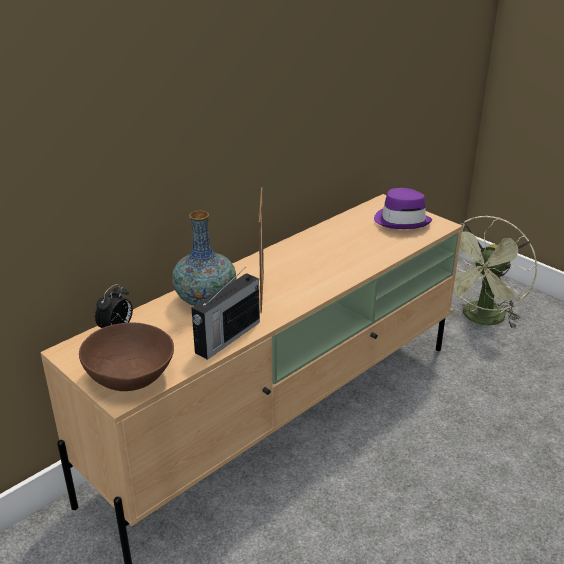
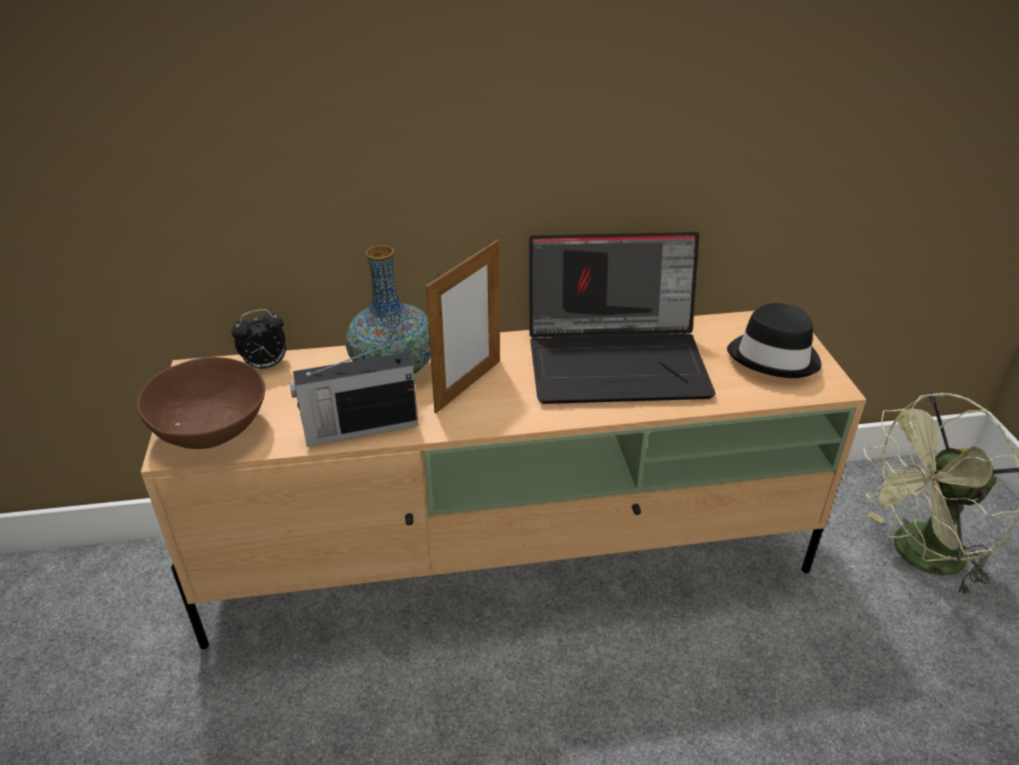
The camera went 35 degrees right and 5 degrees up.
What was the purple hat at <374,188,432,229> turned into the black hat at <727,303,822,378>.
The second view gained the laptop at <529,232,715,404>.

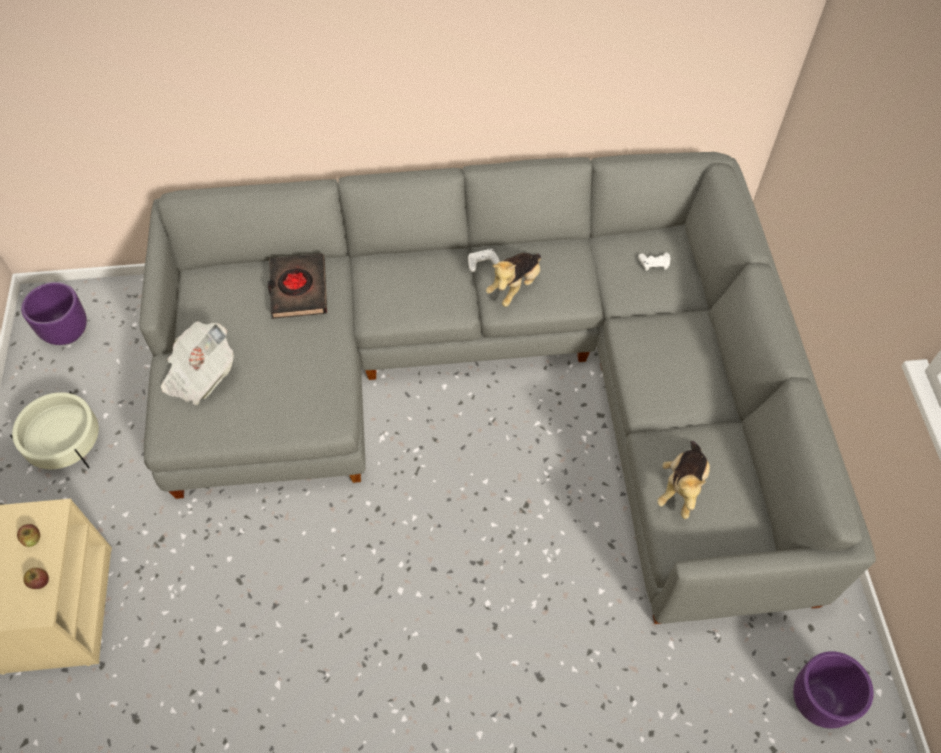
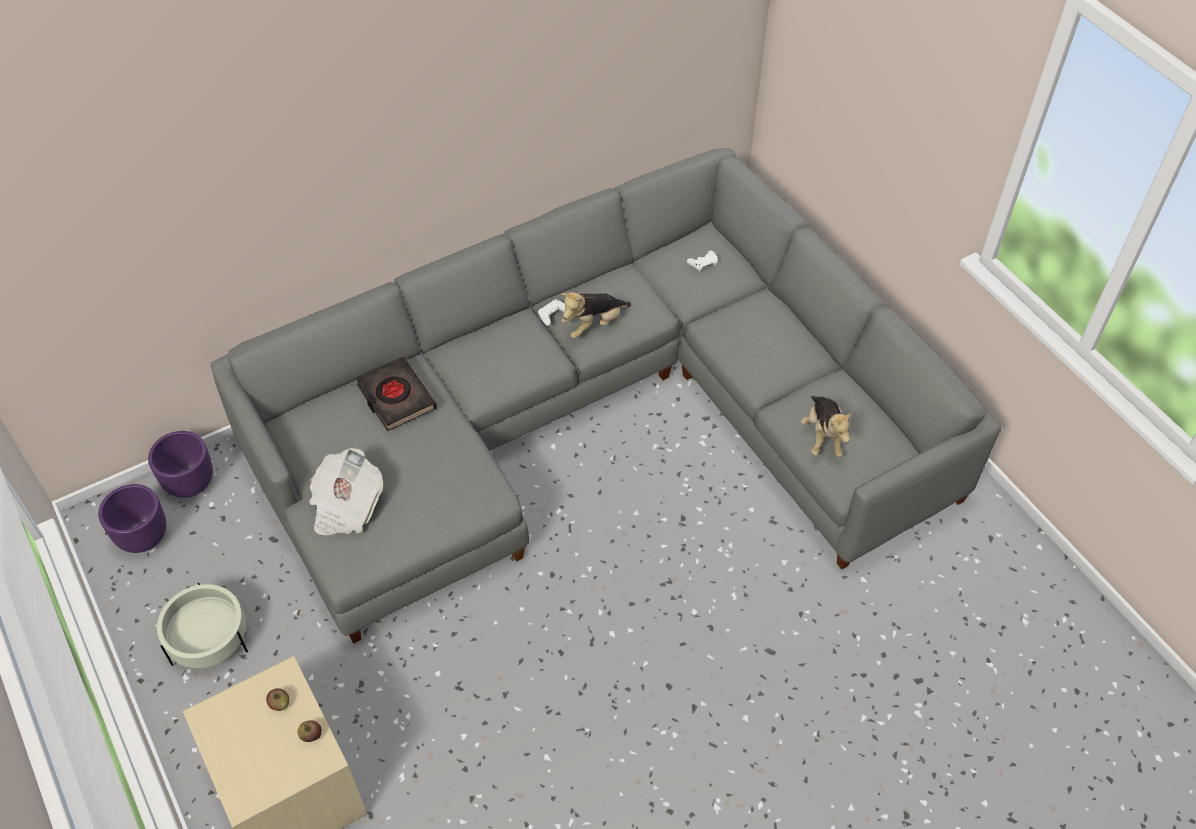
The camera went 25 degrees left and 5 degrees down.
The plush toy at <486,253,541,307> ended up facing another way, 45 degrees clockwise from before.
The purple planter ended up elsewhere, having gone from <793,651,874,729> to <148,431,213,498>.

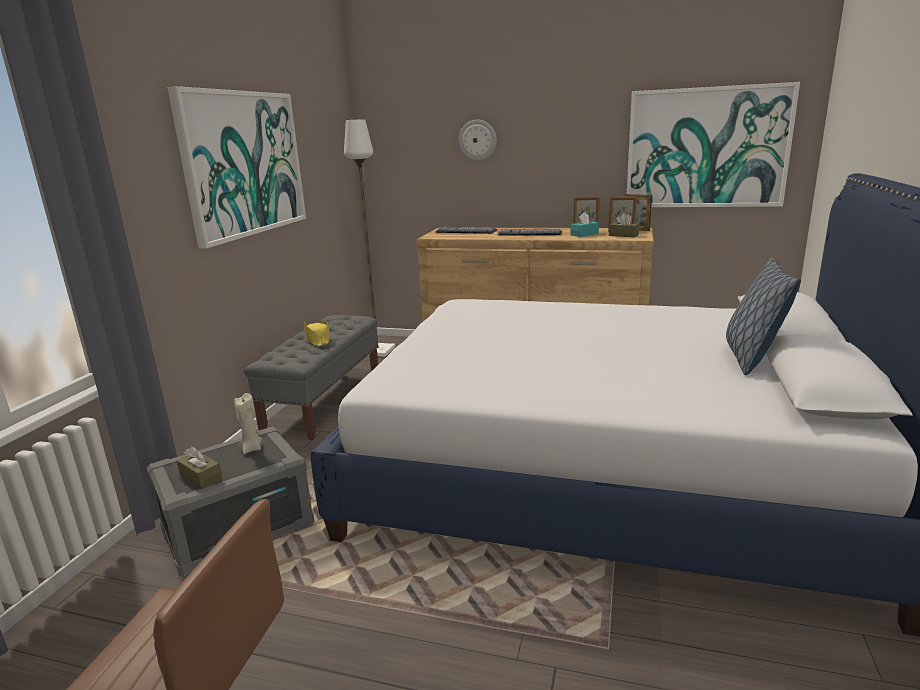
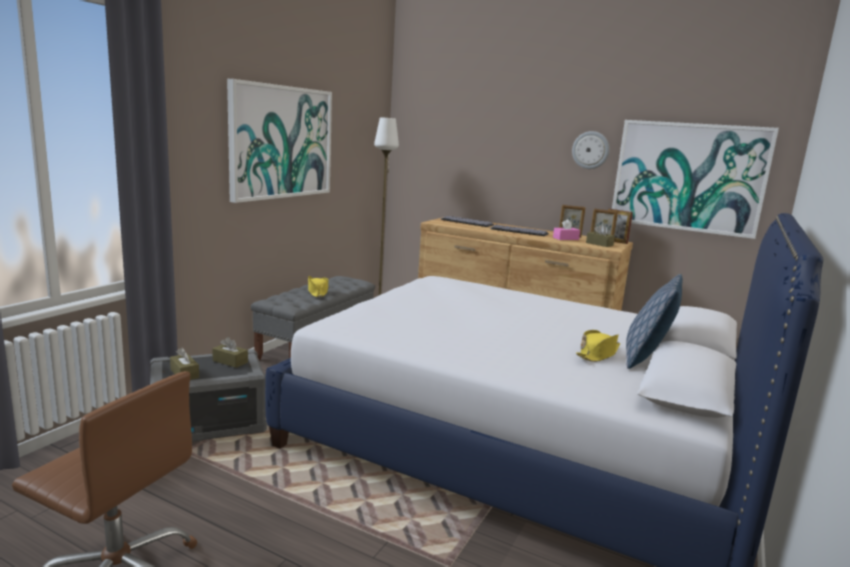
The camera went 10 degrees right and 5 degrees down.
Where the beige candle stood at <234,393,262,454>, the brown tissue box came to stand at <212,337,248,368>.
The wall clock ended up elsewhere, having gone from <458,119,497,161> to <572,131,610,169>.
What was the turquoise tissue box at <571,212,599,237> turned into the pink tissue box at <553,219,580,240>.
The second view gained the yellow hat at <576,330,620,362>.

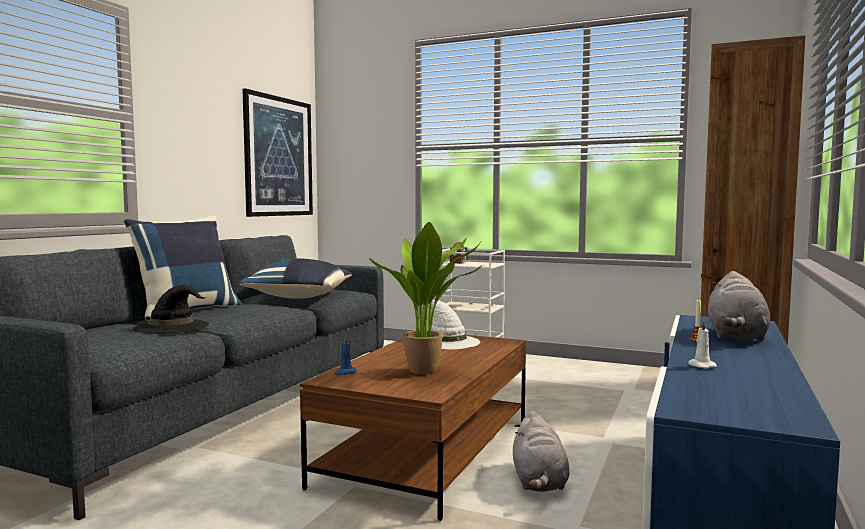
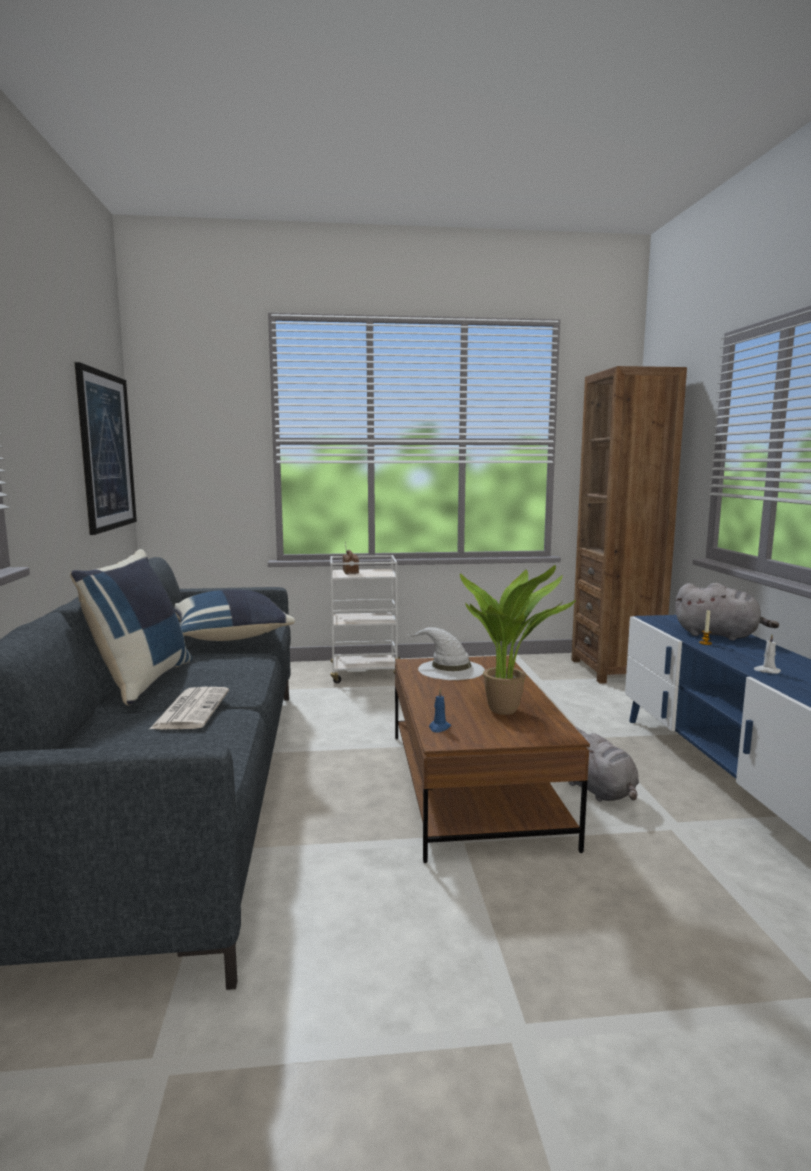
The camera went 30 degrees left and 5 degrees up.
Where the black hat stood at <133,284,209,334>, the newspaper came to stand at <150,687,229,729>.
The grey plush toy at <708,271,770,342> ended up facing another way, 45 degrees counterclockwise from before.

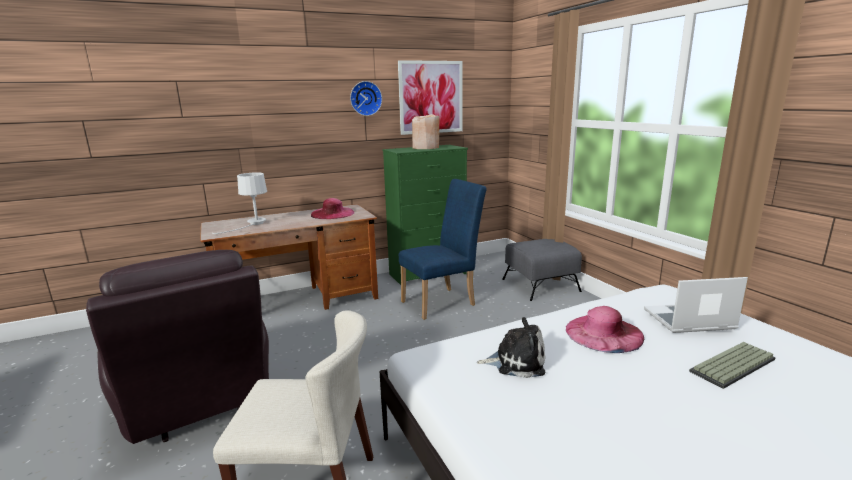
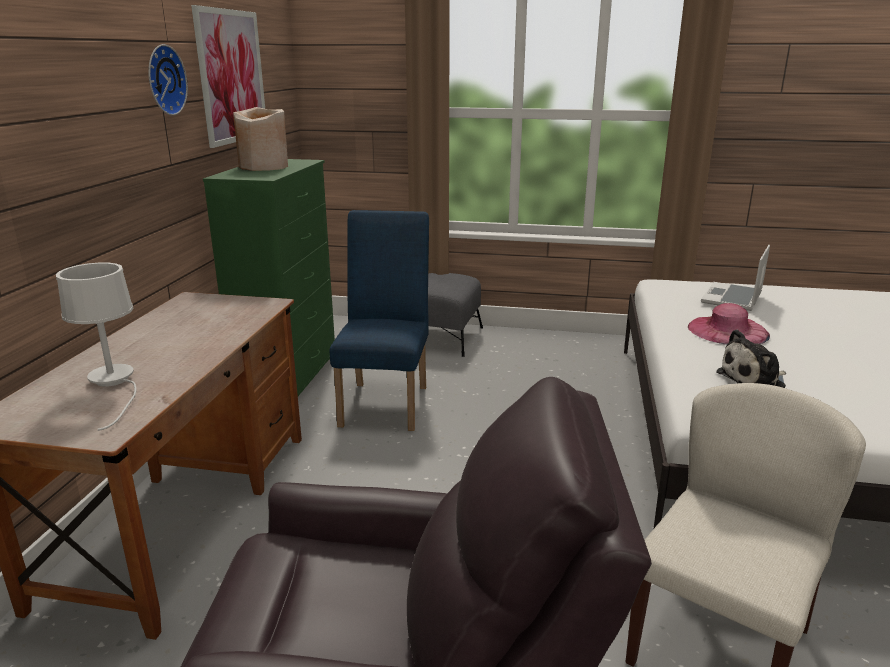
The camera went 55 degrees left and 5 degrees up.
The second view lost the pink hat at <311,198,354,219>.
The plush toy at <476,317,545,378> ended up facing another way, 150 degrees counterclockwise from before.
The second view lost the keyboard at <689,342,776,389>.

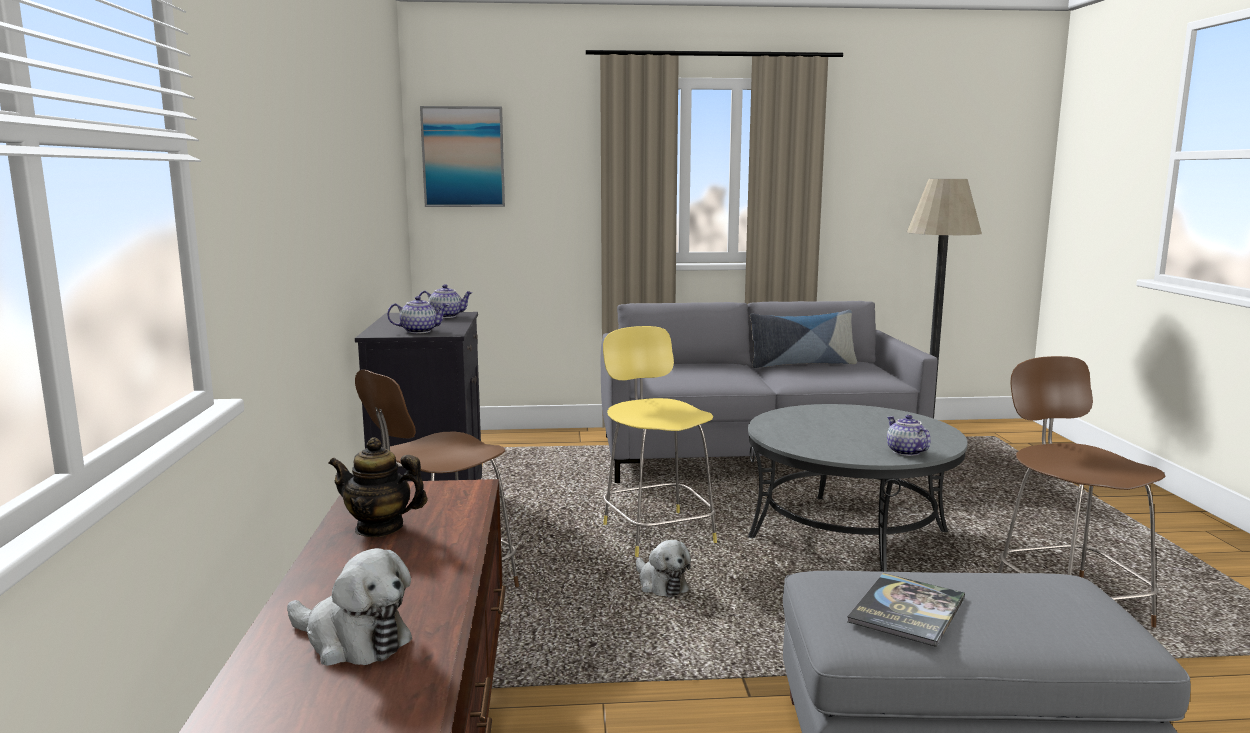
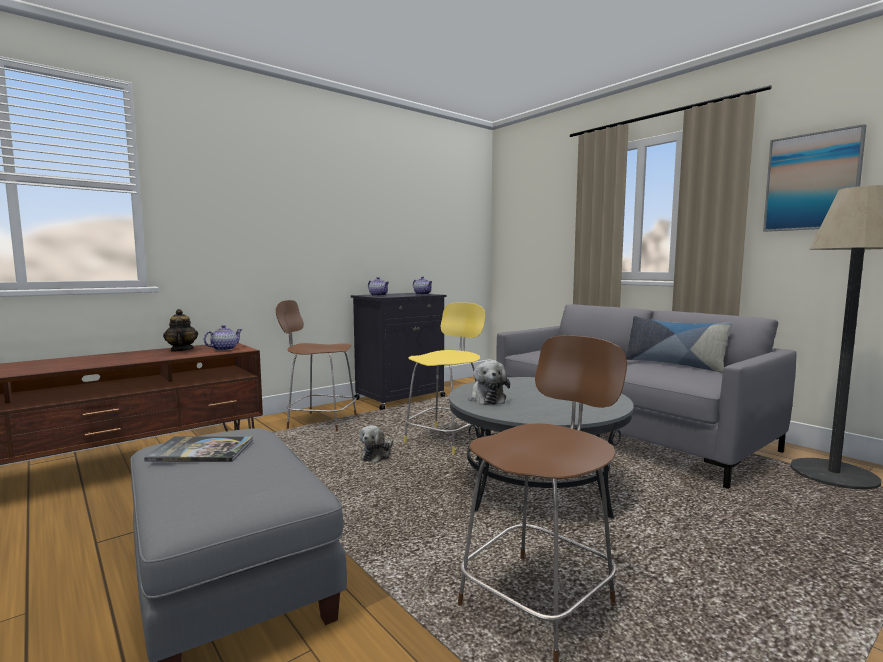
The camera went 55 degrees right and 5 degrees down.
The plush toy ended up elsewhere, having gone from <287,548,412,666> to <469,361,510,405>.
The picture ended up elsewhere, having gone from <420,106,505,207> to <763,124,867,232>.
The teapot ended up elsewhere, having gone from <887,415,930,456> to <204,325,242,351>.

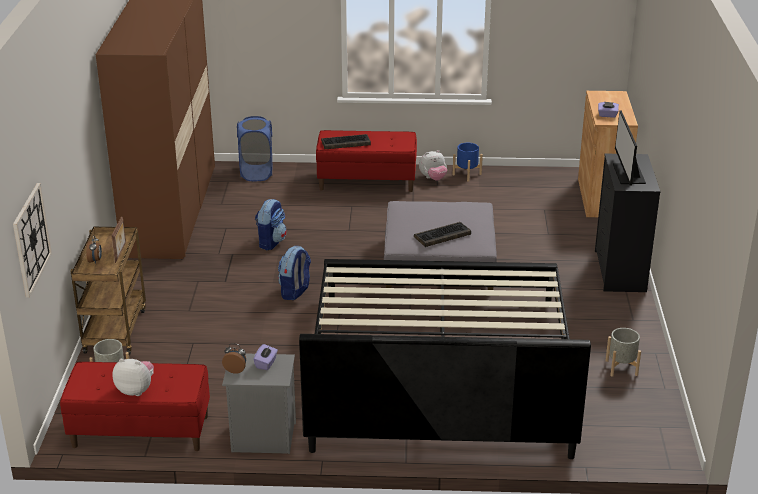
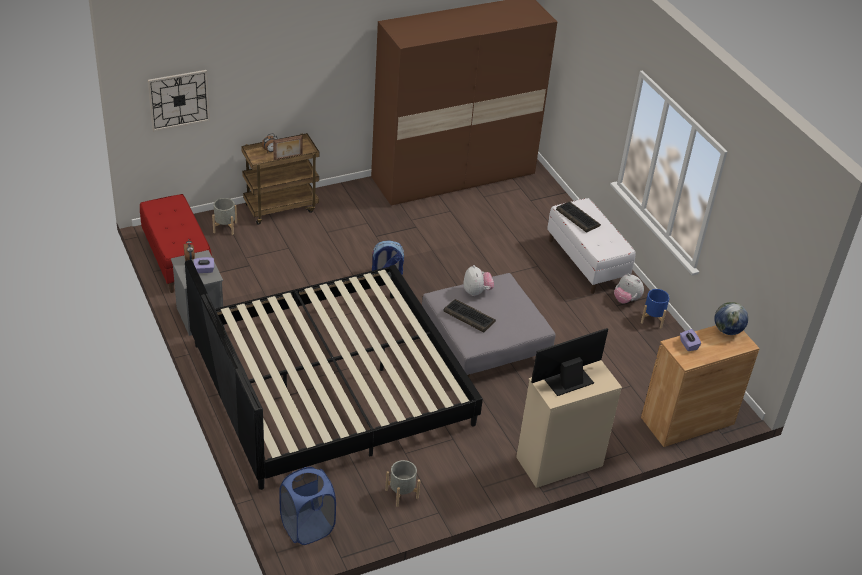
The camera went 60 degrees right and 10 degrees up.
The plush toy ended up elsewhere, having gone from <112,359,154,396> to <464,265,494,296>.
The blue laundry basket ended up elsewhere, having gone from <237,116,272,181> to <279,467,336,545>.
The second view lost the backpack at <255,199,287,250>.
What was the red bench at <316,130,417,192> turned into the white bench at <547,198,636,294>.
What was the black dresser at <595,154,660,292> turned into the beige dresser at <516,360,622,488>.
The second view gained the globe at <714,302,748,335>.

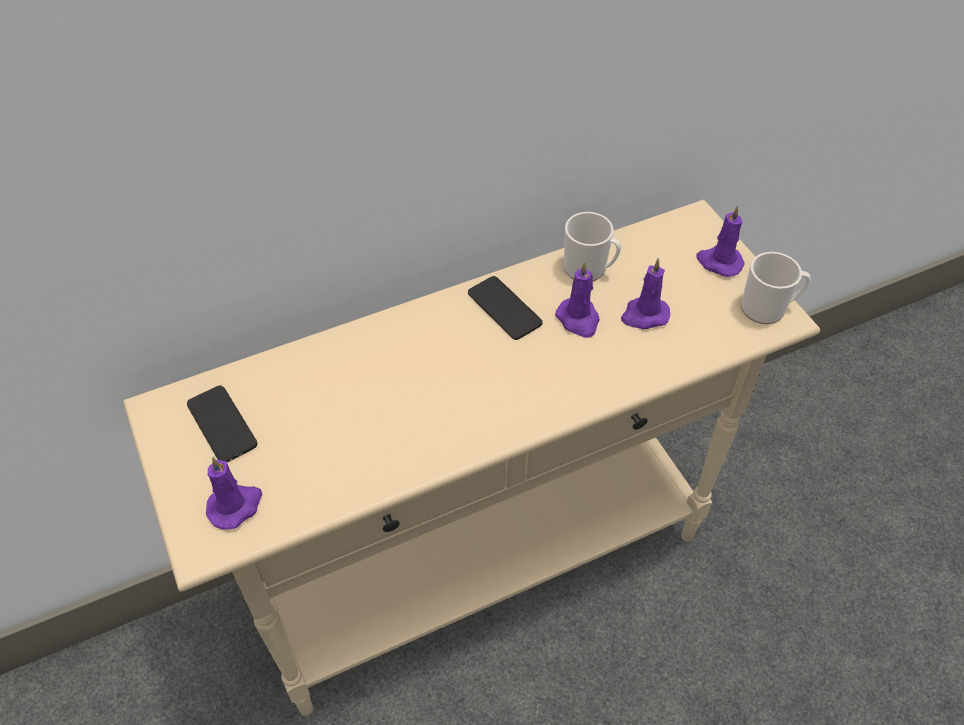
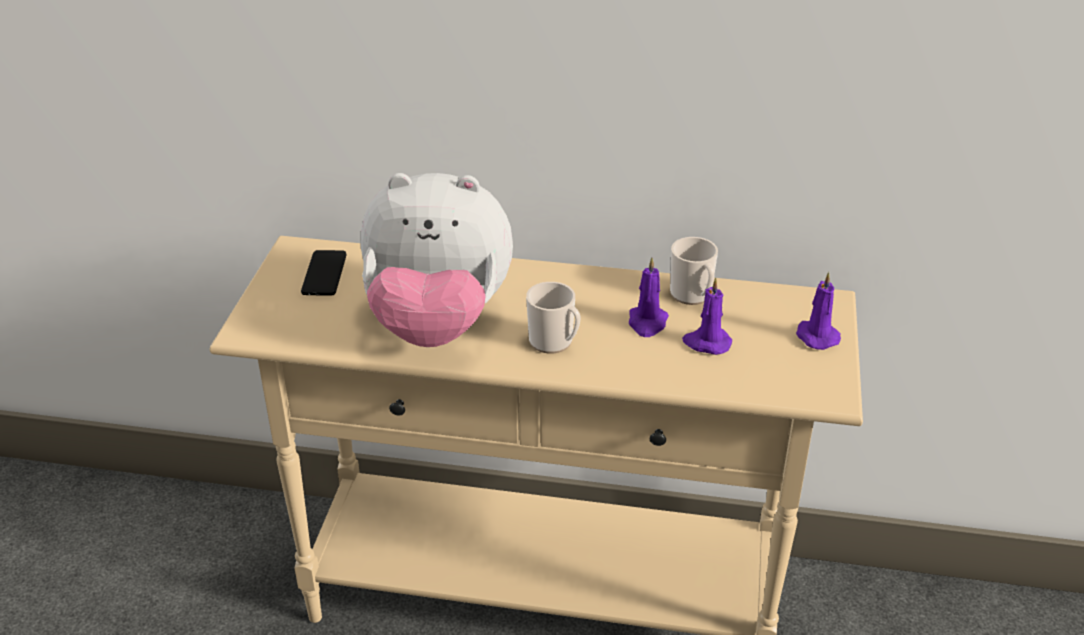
The camera went 35 degrees right and 15 degrees down.
The second view lost the purple candle at <206,457,262,530>.
The second view lost the phone at <468,276,543,340>.
The mug ended up elsewhere, having gone from <741,252,811,324> to <526,282,581,354>.
The second view gained the plush toy at <361,173,513,347>.

